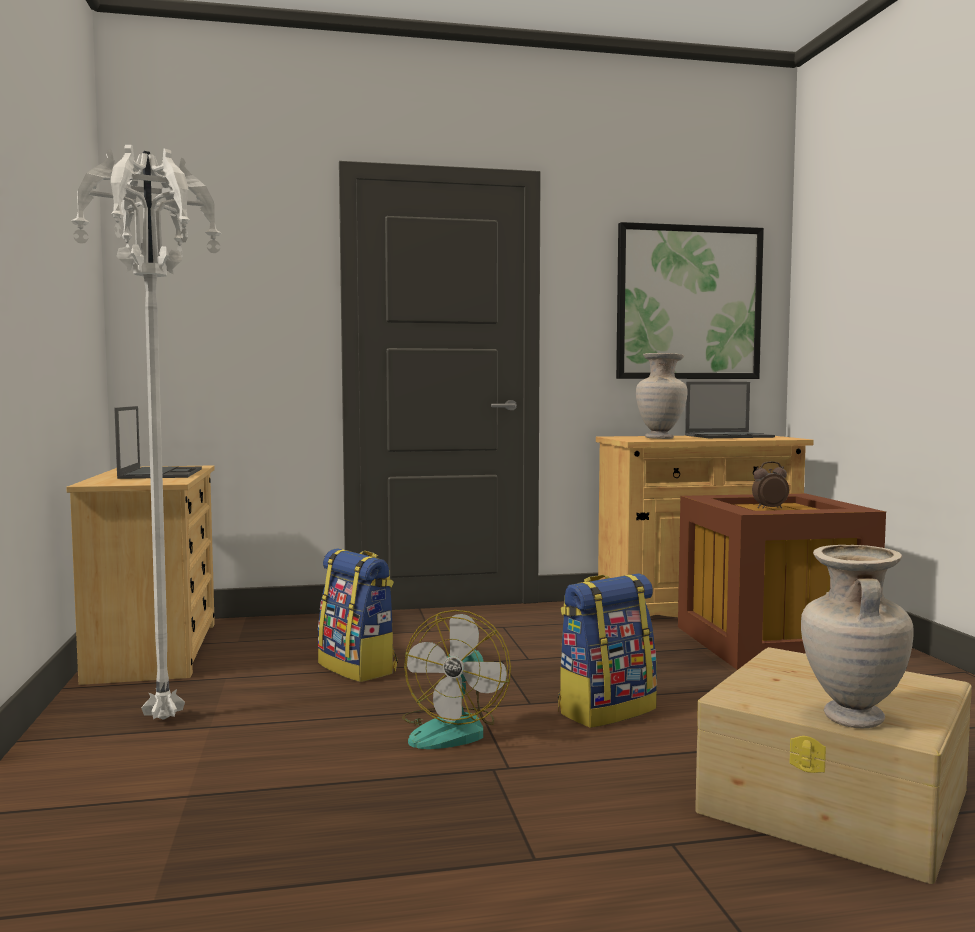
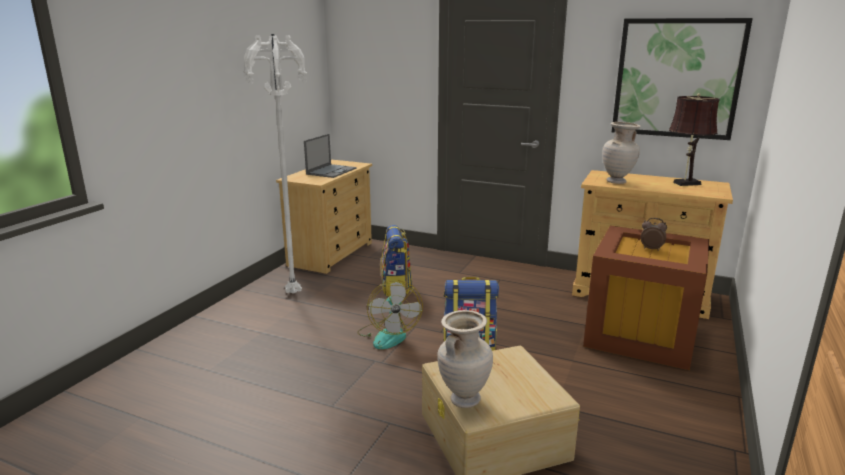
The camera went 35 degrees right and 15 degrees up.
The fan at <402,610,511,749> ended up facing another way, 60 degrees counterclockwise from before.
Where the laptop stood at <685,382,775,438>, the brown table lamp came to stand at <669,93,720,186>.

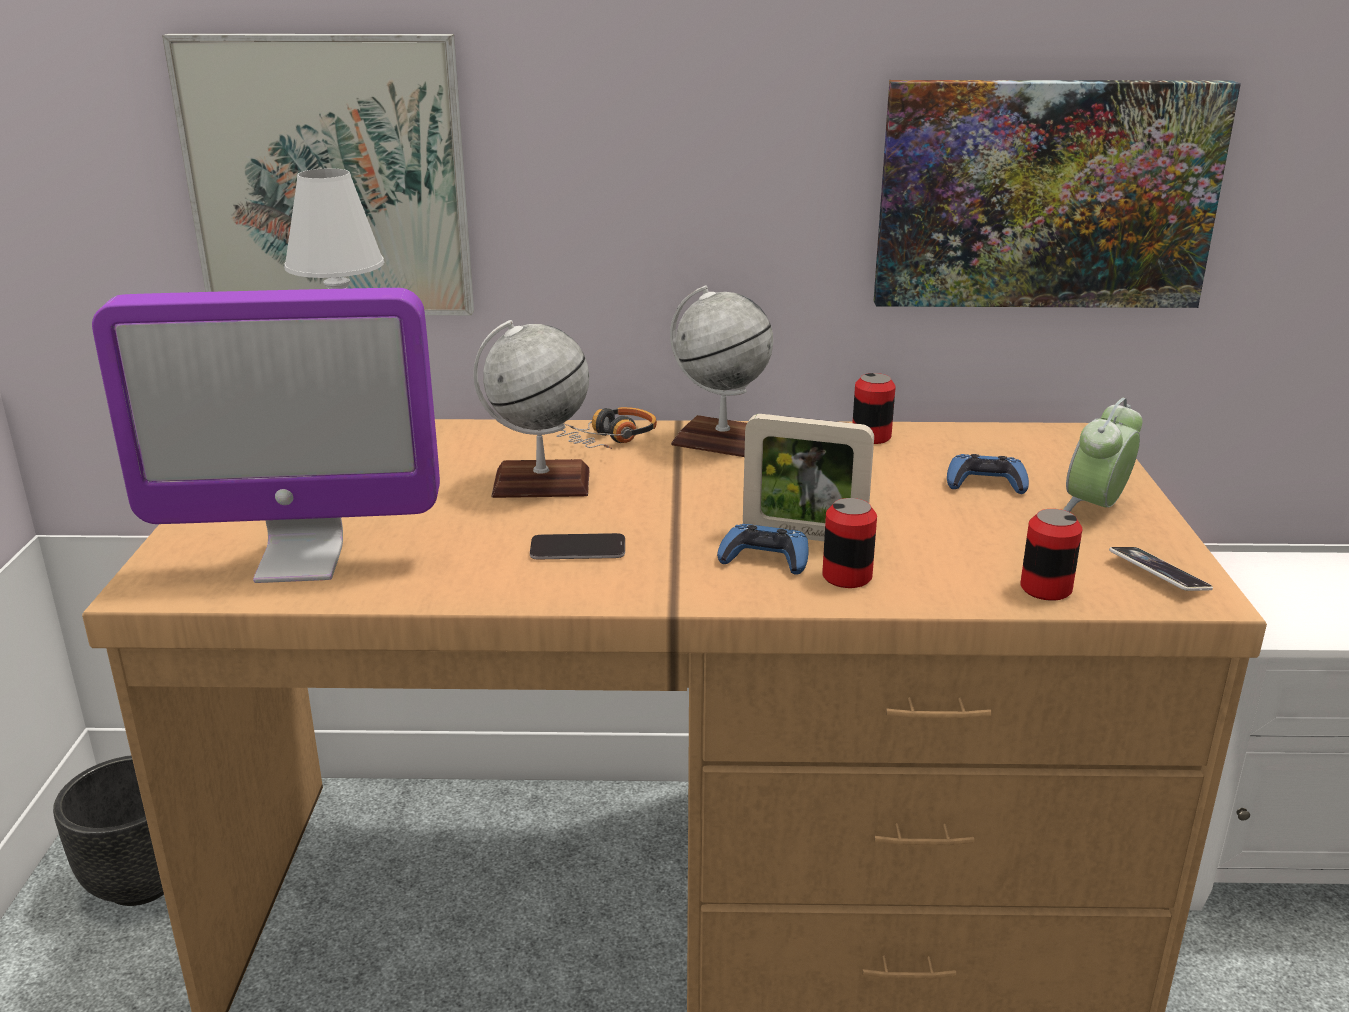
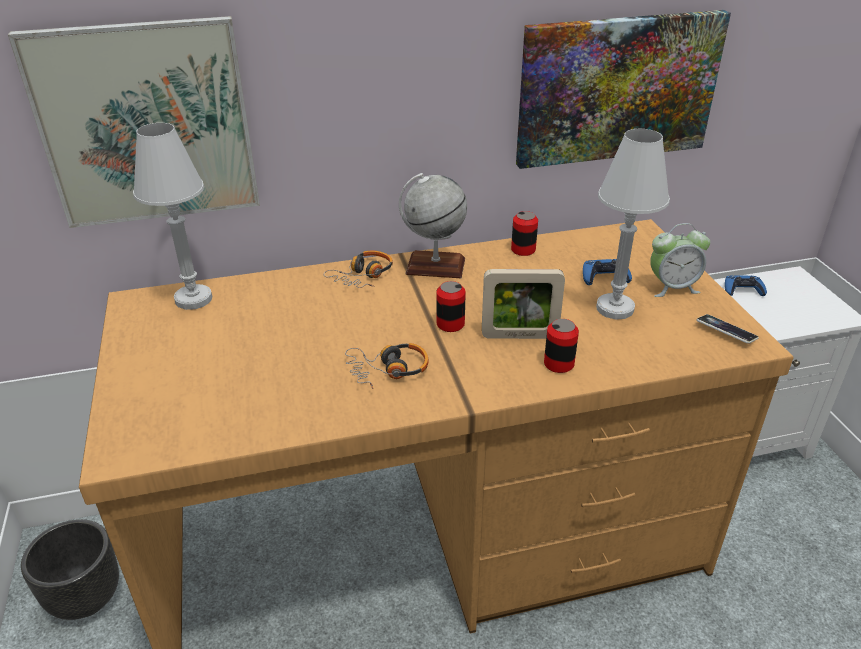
The camera went 15 degrees left and 10 degrees up.
The second view lost the monitor at <92,288,440,583>.
The second view lost the globe at <473,320,590,498>.
Where the phone stood at <530,533,625,559>, the headphones came to stand at <345,343,429,389>.
The blue game controller ended up elsewhere, having gone from <717,524,809,575> to <725,275,767,296>.
The can ended up elsewhere, having gone from <1020,509,1082,601> to <437,281,466,332>.
The alarm clock at <1063,398,1142,512> ended up facing another way, 120 degrees counterclockwise from before.
The second view gained the white table lamp at <596,129,670,319>.

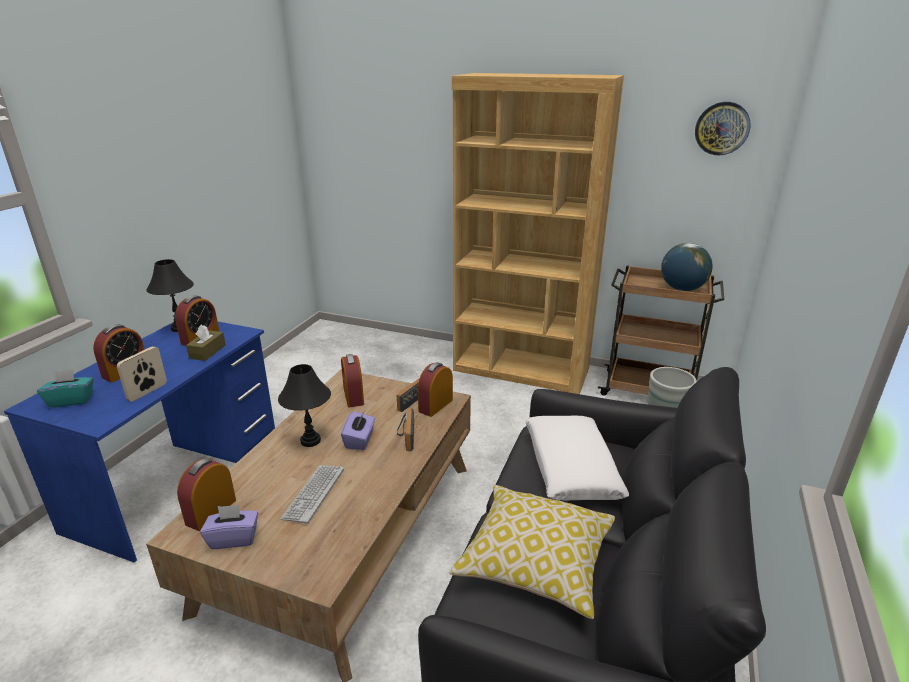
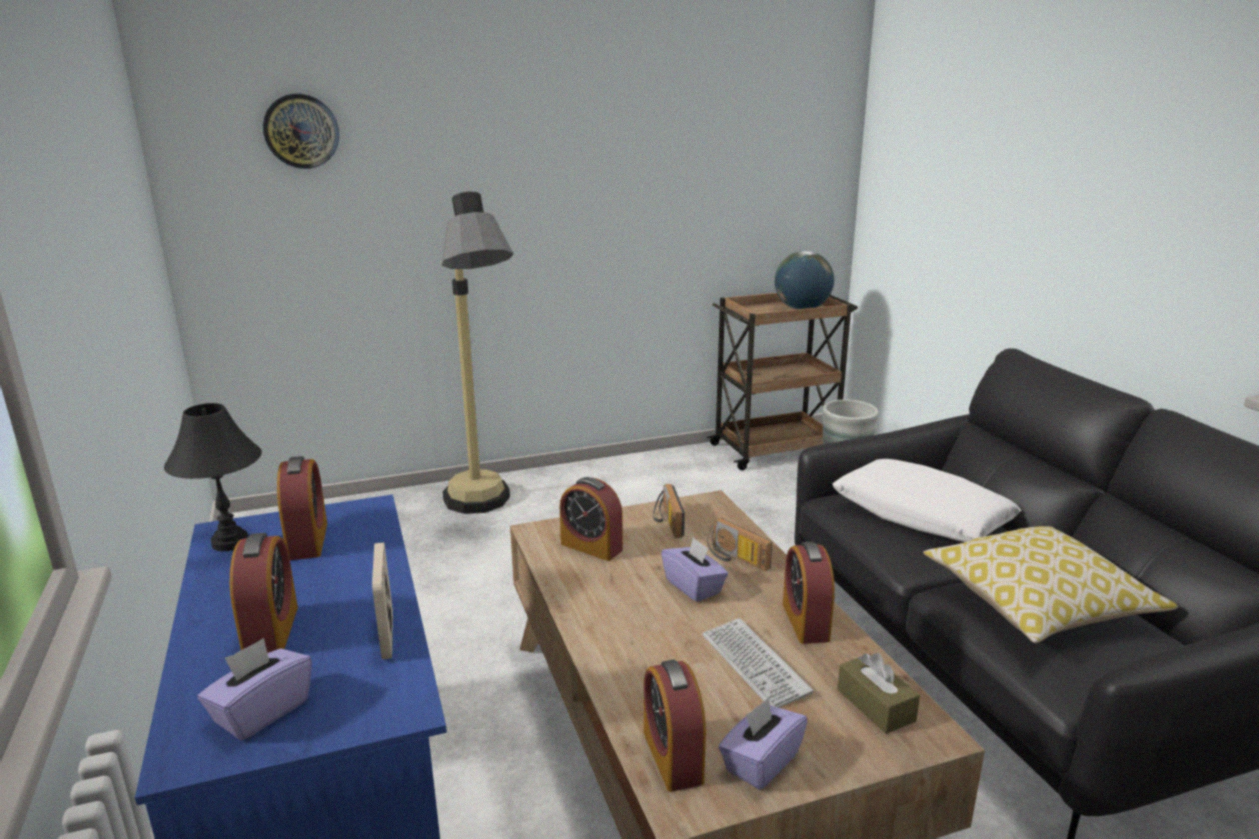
The camera went 40 degrees left and 5 degrees down.
What was the turquoise tissue box at <37,369,93,408> turned into the purple tissue box at <197,638,312,741>.
The brown tissue box ended up elsewhere, having gone from <186,324,226,361> to <837,653,920,734>.
The second view lost the black table lamp at <278,364,331,447>.
The alarm clock ended up elsewhere, having gone from <418,362,453,417> to <783,542,835,644>.
The second view lost the brown bookcase at <452,73,624,394>.
The wall clock ended up elsewhere, having gone from <695,102,751,155> to <263,94,339,169>.
The second view gained the floor lamp at <441,192,514,514>.

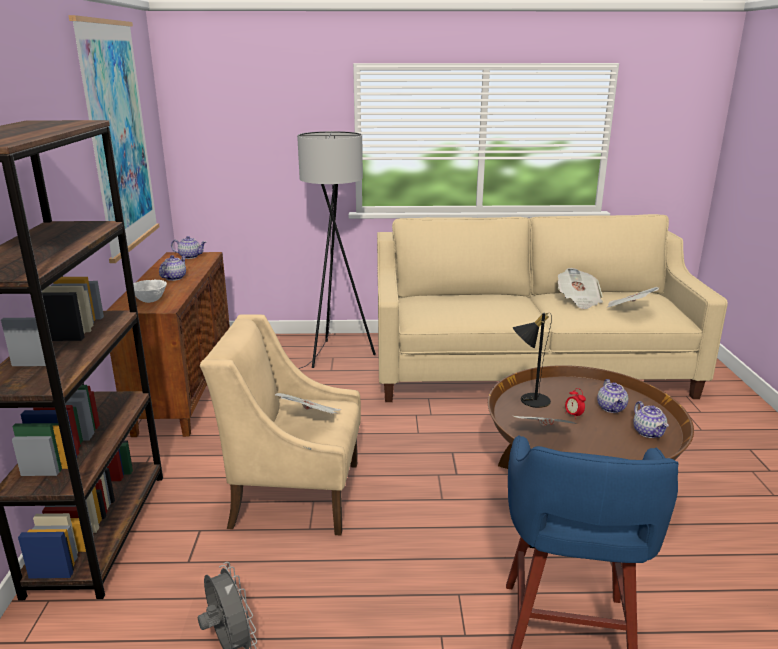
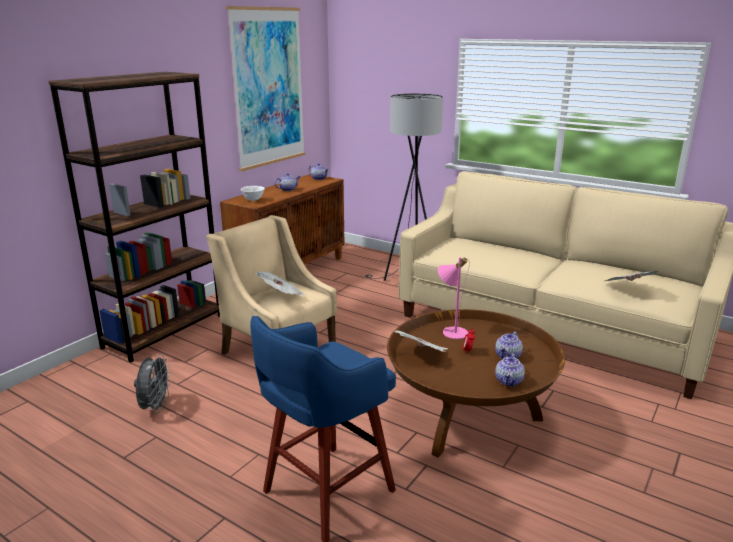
The camera went 35 degrees right and 0 degrees up.
What was the black table lamp at <513,313,552,408> turned into the pink table lamp at <438,257,470,339>.
The second view lost the newspaper at <558,268,603,309>.

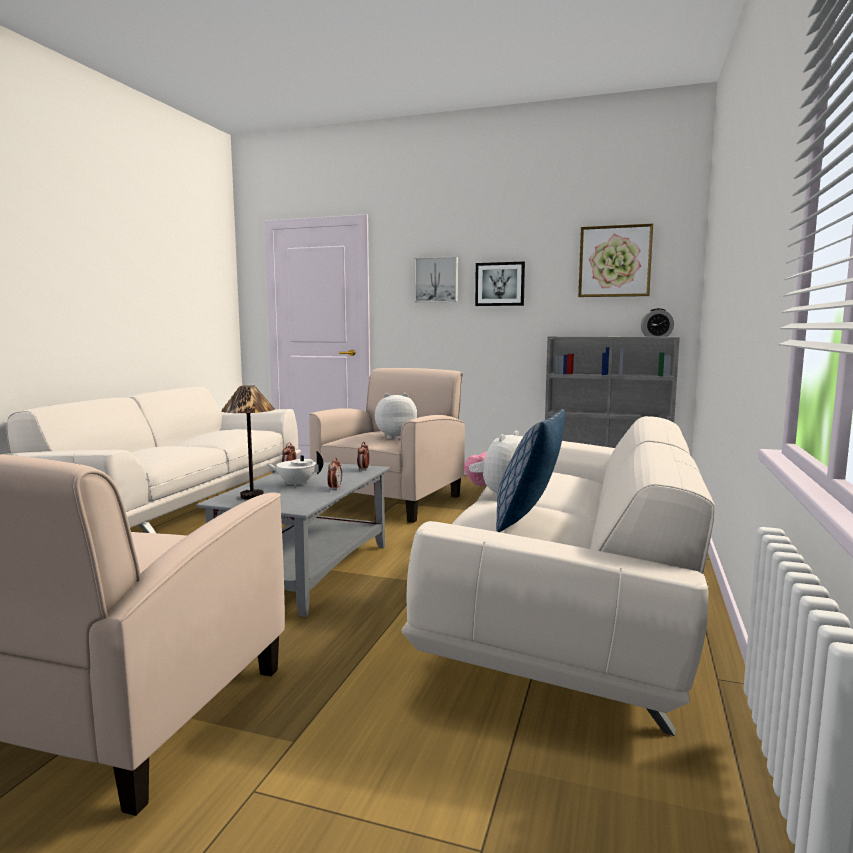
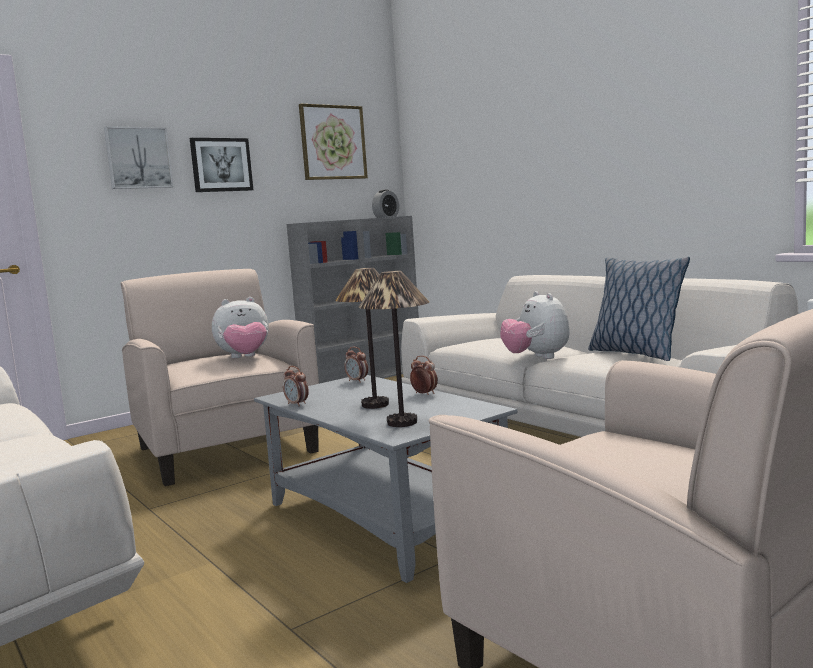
The camera went 55 degrees left and 0 degrees up.
Where the white teapot stood at <267,451,324,486>, the table lamp came to stand at <335,268,389,409>.
The plush toy at <375,393,417,439> ended up facing another way, 135 degrees counterclockwise from before.

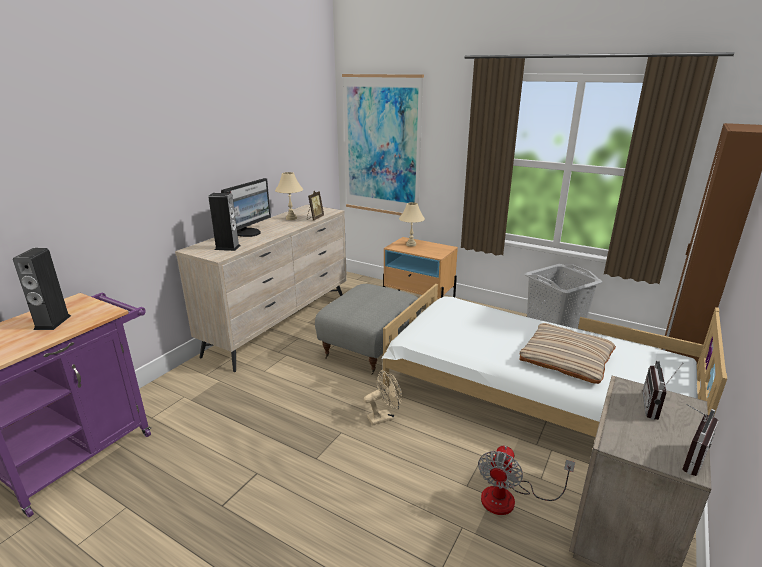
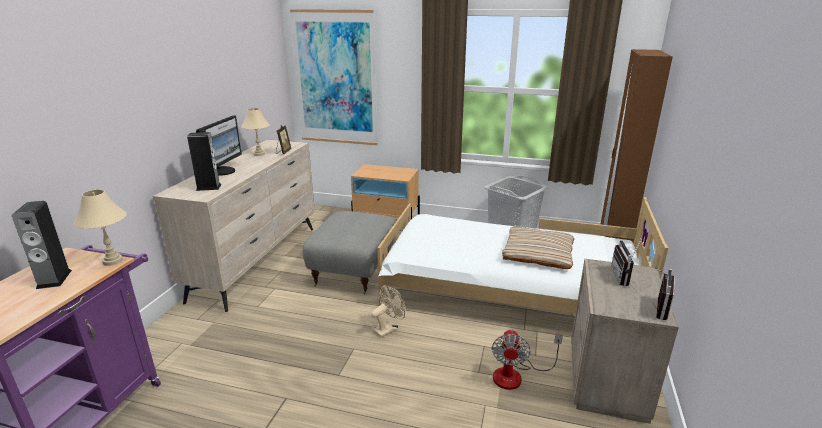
The camera went 15 degrees left and 0 degrees up.
The beige table lamp ended up elsewhere, having gone from <399,202,425,247> to <73,190,127,266>.

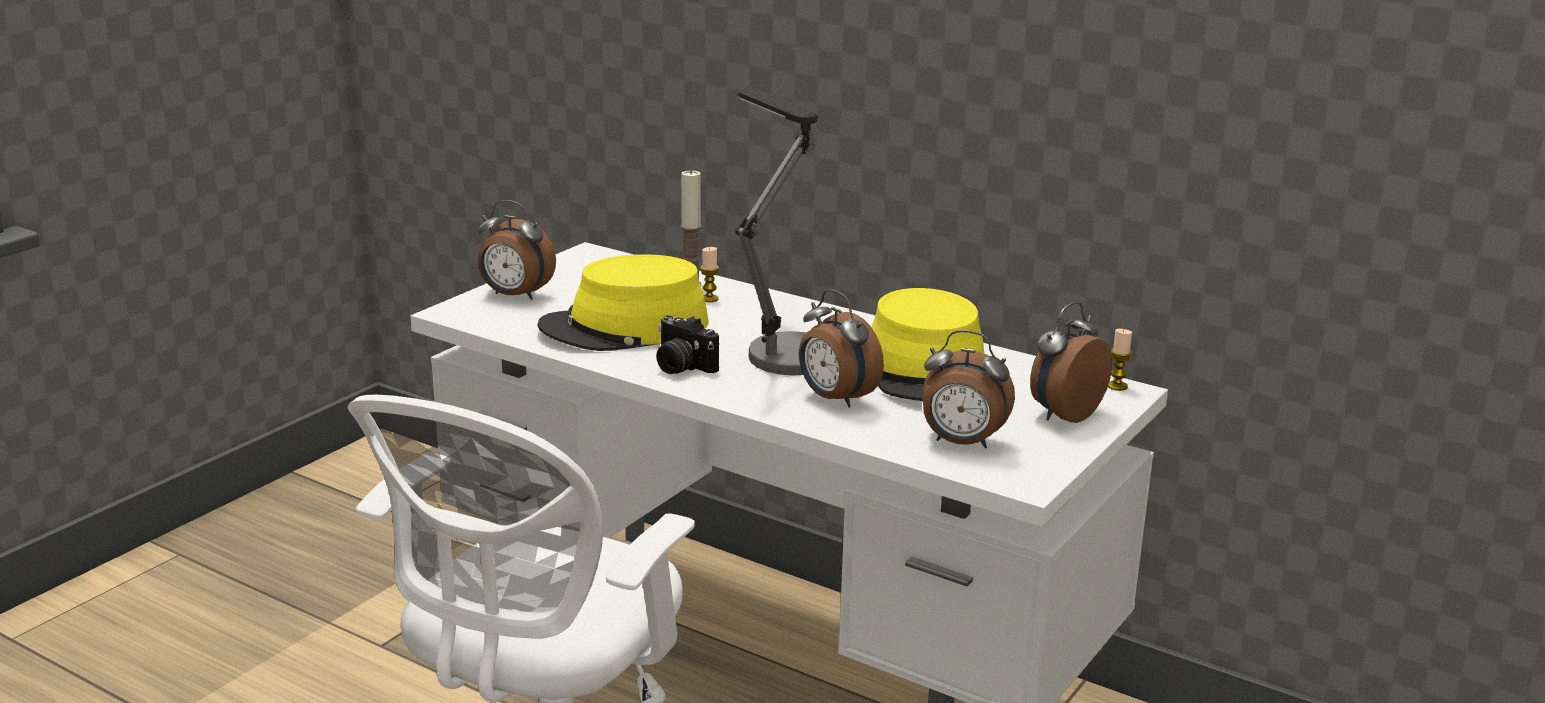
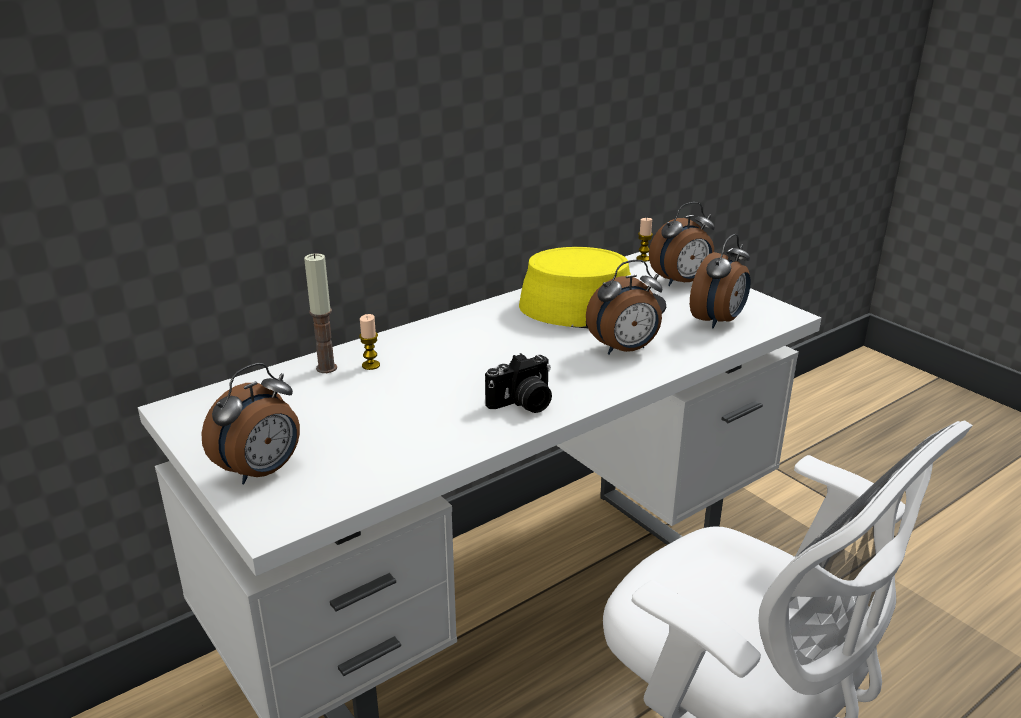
The camera went 70 degrees left and 5 degrees up.
The second view lost the yellow hat at <537,254,708,351>.
The second view lost the table lamp at <735,87,818,376>.
The alarm clock at <1030,302,1112,423> ended up facing another way, 90 degrees counterclockwise from before.

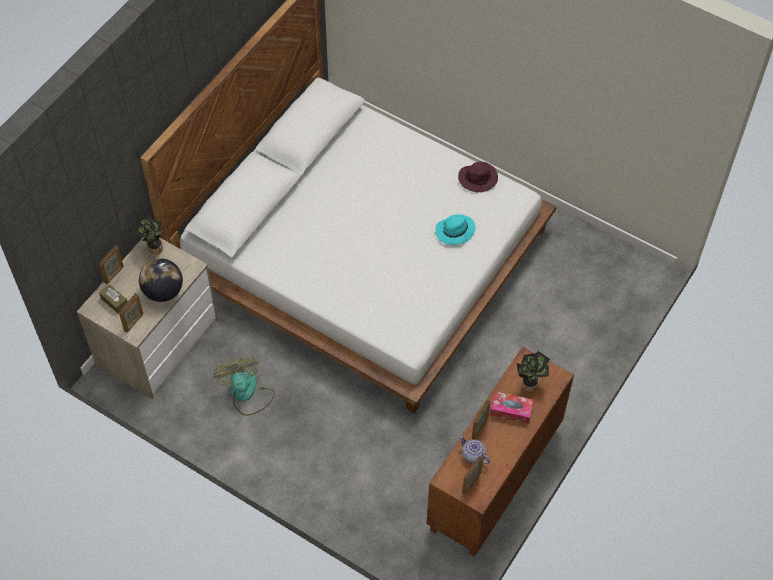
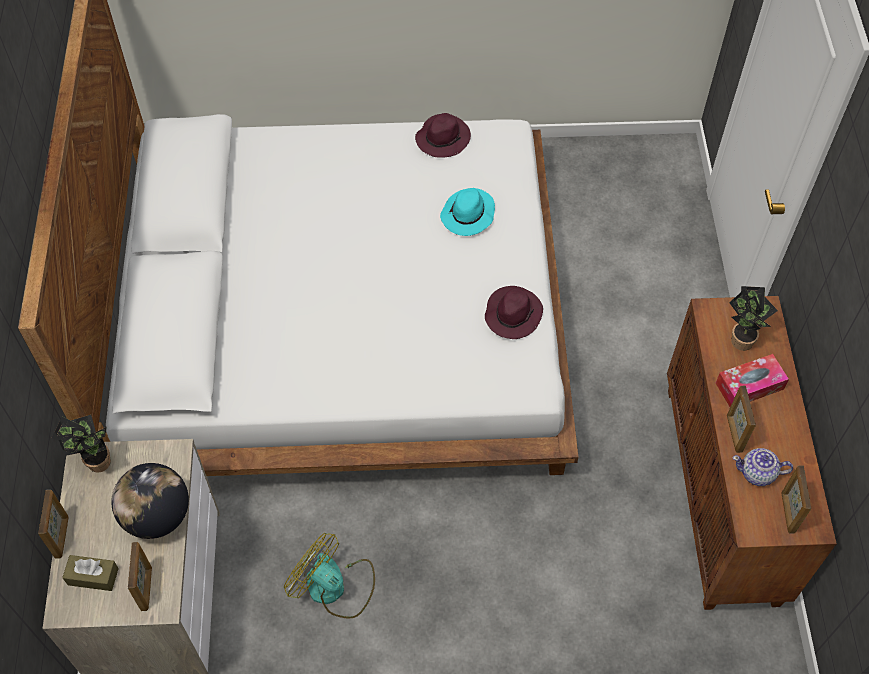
The camera went 35 degrees left and 0 degrees up.
The second view gained the purple hat at <485,286,543,339>.

